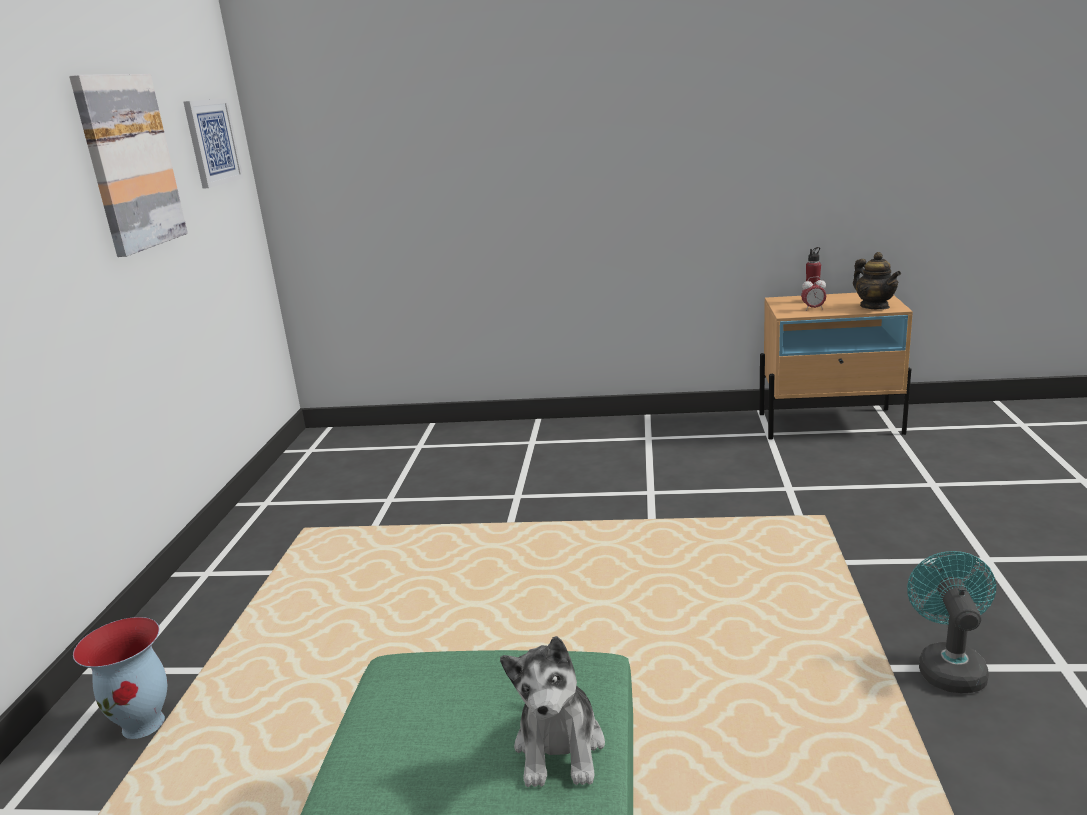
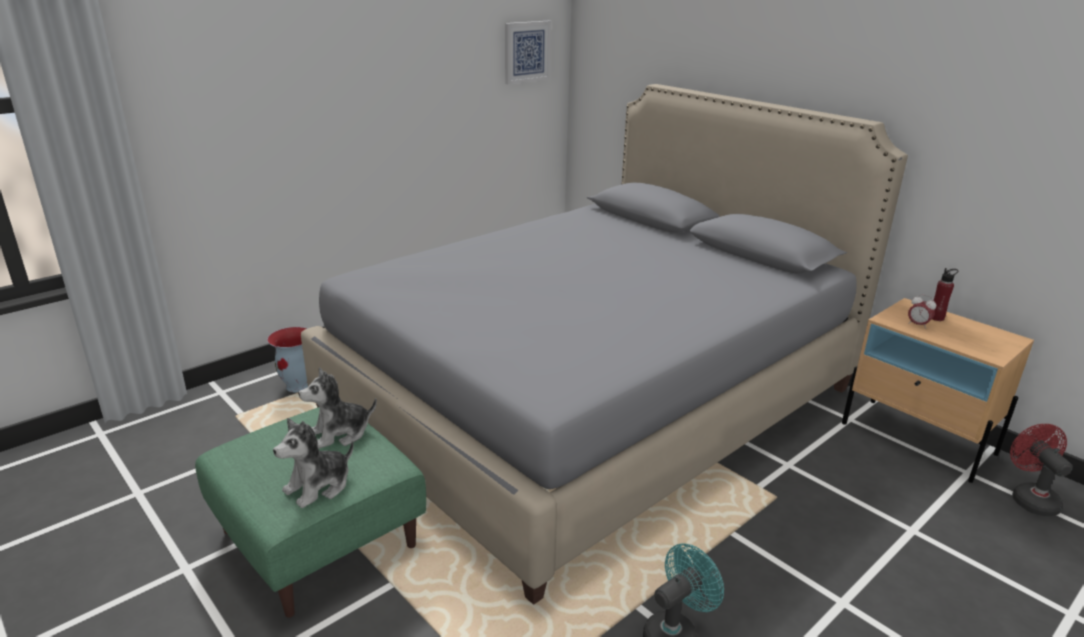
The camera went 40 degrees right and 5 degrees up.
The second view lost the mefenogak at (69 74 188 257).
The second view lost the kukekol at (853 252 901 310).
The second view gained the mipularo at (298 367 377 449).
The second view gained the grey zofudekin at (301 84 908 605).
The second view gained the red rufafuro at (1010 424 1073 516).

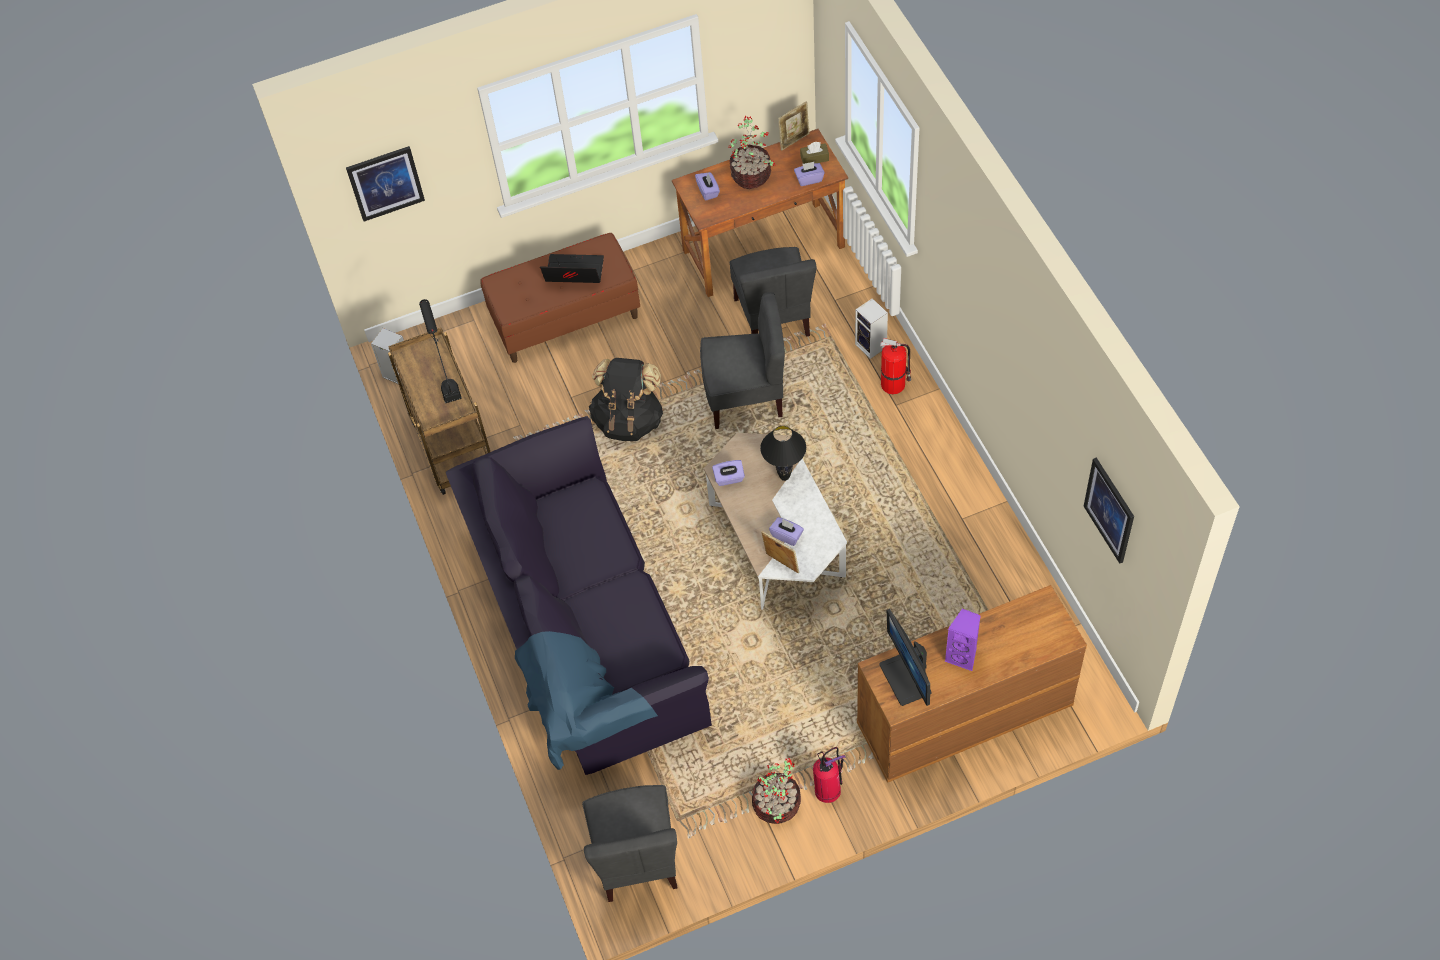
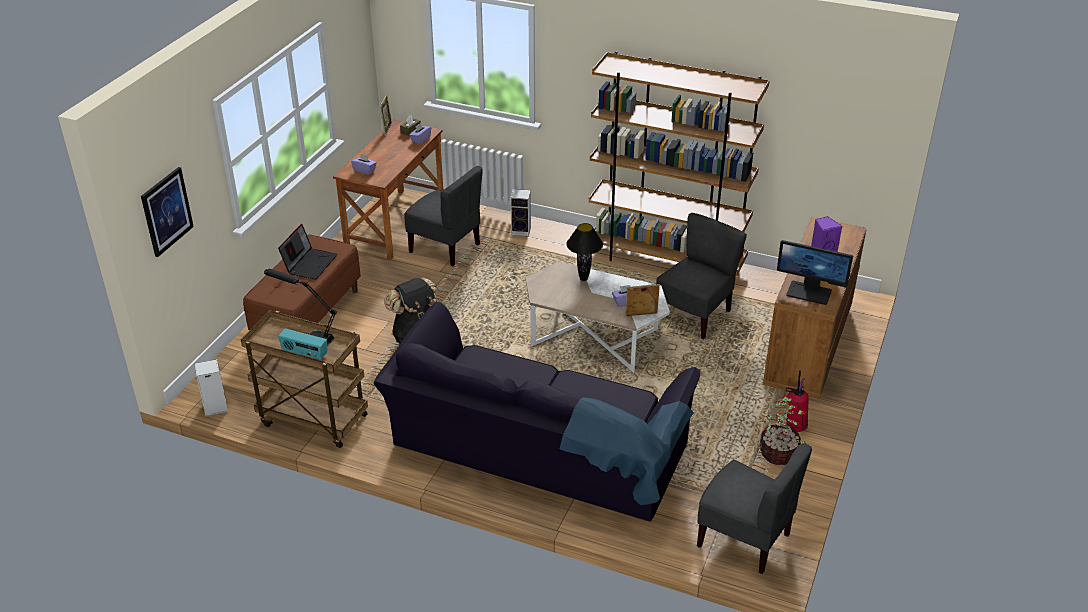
The camera went 50 degrees left and 20 degrees down.
The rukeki at (540 254 604 283) ended up facing another way, 150 degrees clockwise from before.
The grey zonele ended up elsewhere, having gone from (700 292 785 429) to (656 213 747 339).
The second view lost the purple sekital at (712 460 745 486).
The second view lost the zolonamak at (728 116 776 189).
The second view lost the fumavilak at (880 338 912 394).
The second view lost the mefenogak at (1084 458 1134 564).
The second view gained the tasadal at (278 328 327 360).
The second view gained the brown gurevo at (589 51 770 276).

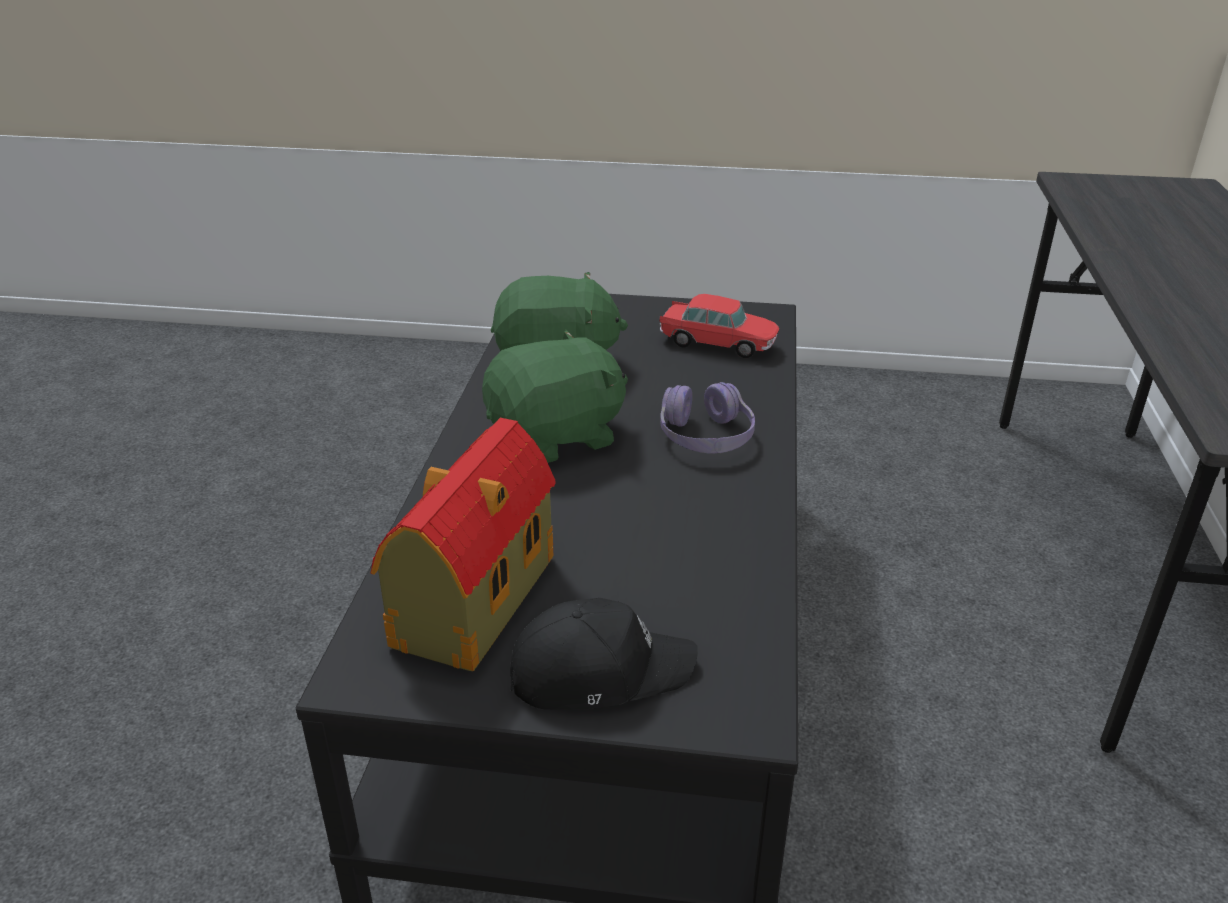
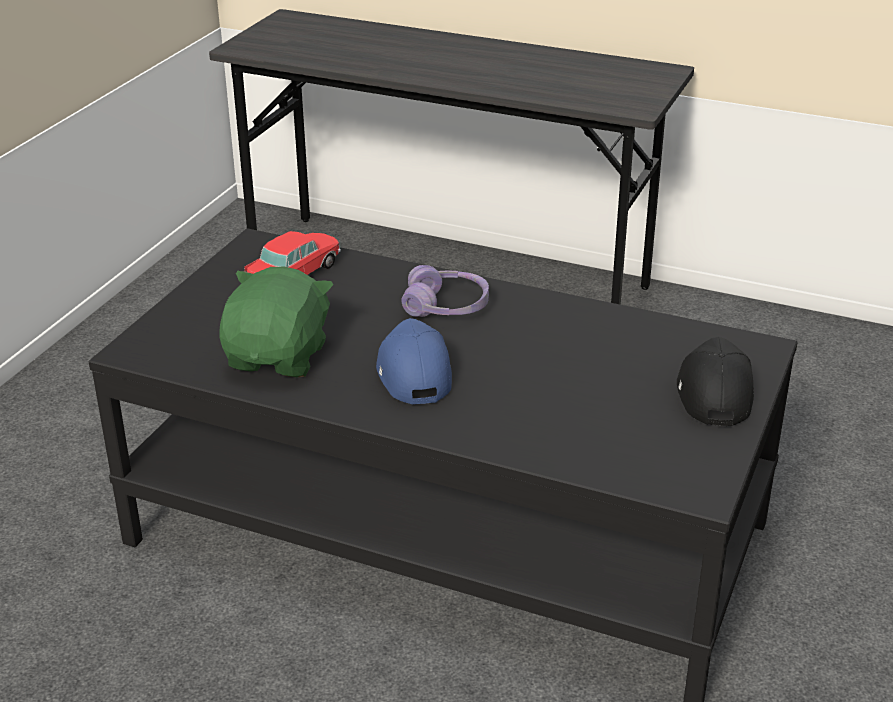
The camera went 75 degrees left and 0 degrees up.
The second view lost the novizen at (371 418 556 671).
Where the green mipularo stood at (482 330 628 463), the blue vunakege came to stand at (376 318 452 404).

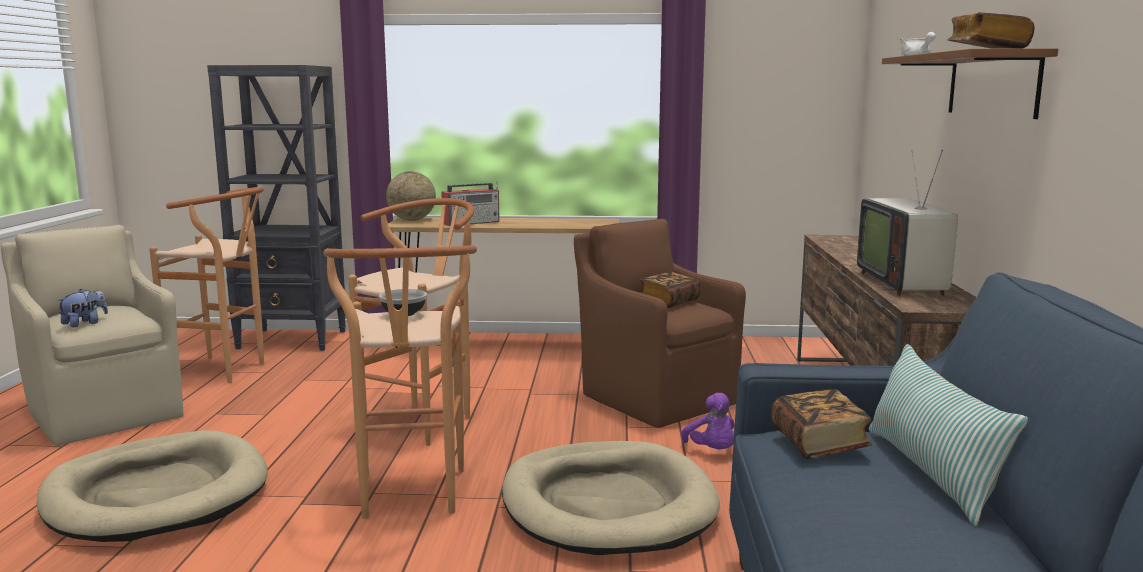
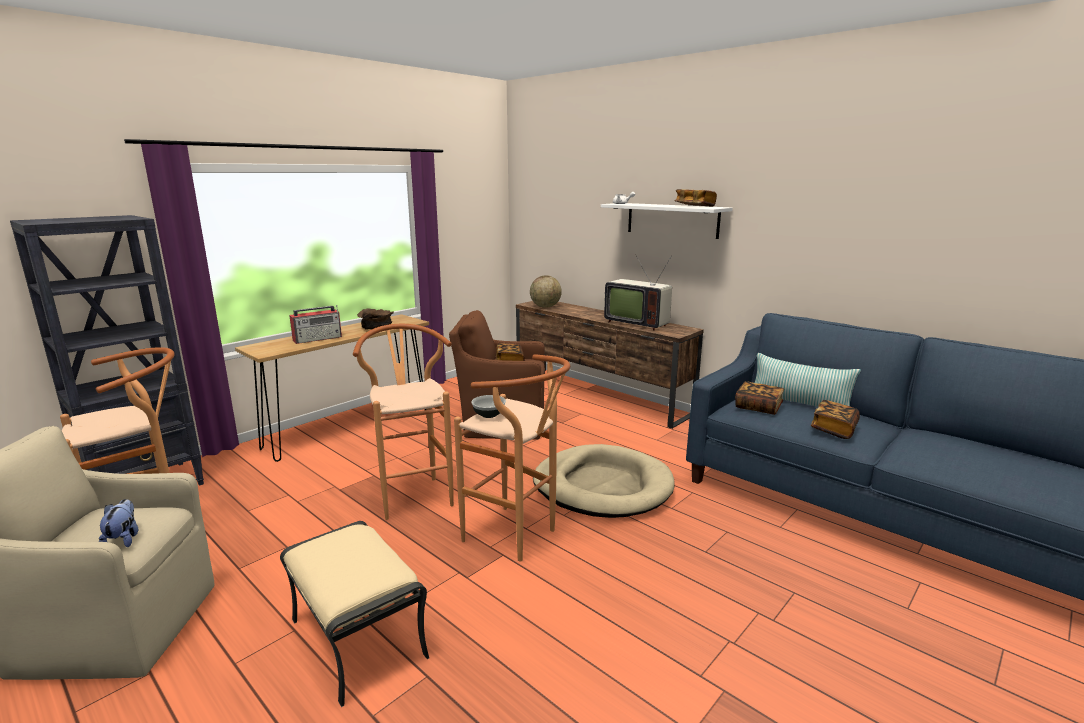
The camera went 50 degrees left and 5 degrees up.
Where the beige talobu stood at (36 430 268 542), the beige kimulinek came to stand at (280 521 429 707).
The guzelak ended up elsewhere, having gone from (386 171 436 221) to (530 275 562 308).
The tasadal at (441 182 500 226) ended up facing another way, 45 degrees clockwise from before.
The second view lost the purple mipularo at (681 393 734 449).
What was the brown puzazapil at (882 48 1058 119) turned into the white puzazapil at (601 203 732 239).
The second view gained the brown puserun at (357 308 394 329).
The second view gained the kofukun at (811 400 860 439).

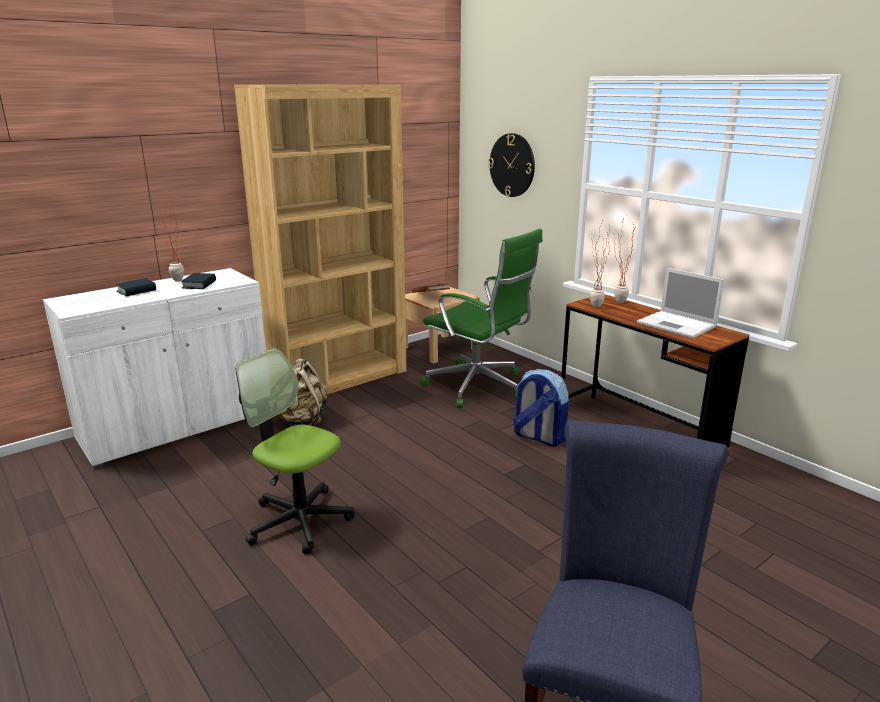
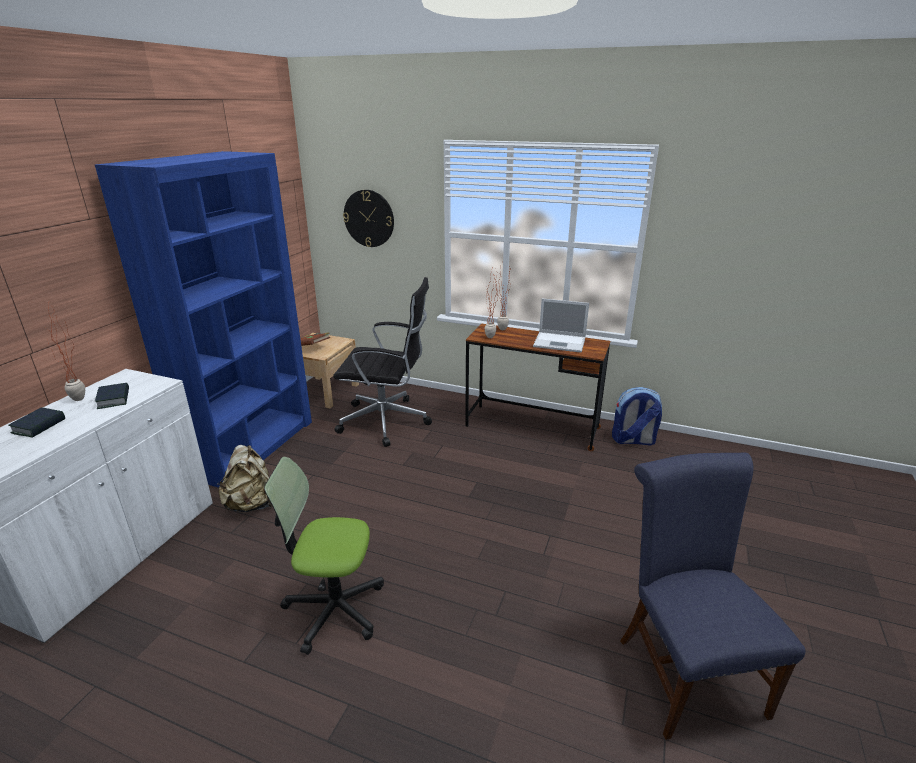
The camera went 30 degrees left and 5 degrees up.
What was the brown gurevo at (234 85 407 394) turned into the blue gurevo at (95 151 312 488).
What was the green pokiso at (420 229 543 408) turned into the black pokiso at (333 277 432 447).
The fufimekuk ended up elsewhere, having gone from (513 369 569 446) to (612 387 662 446).

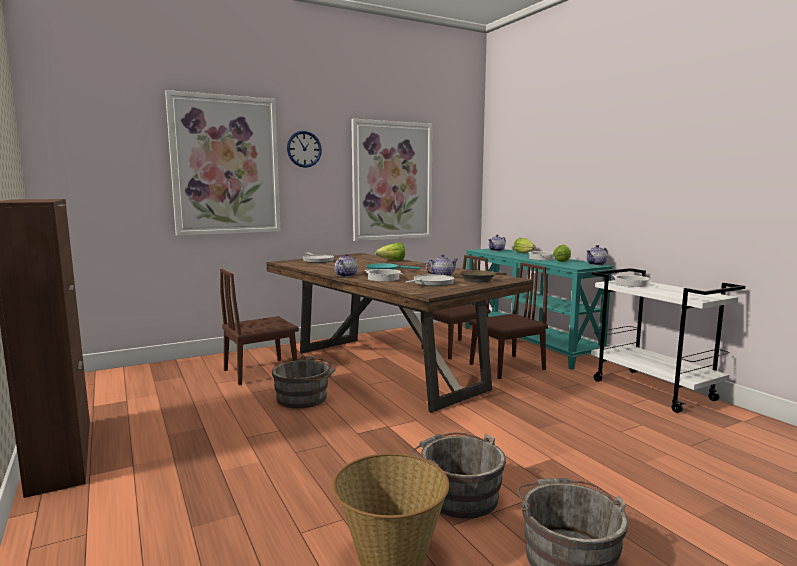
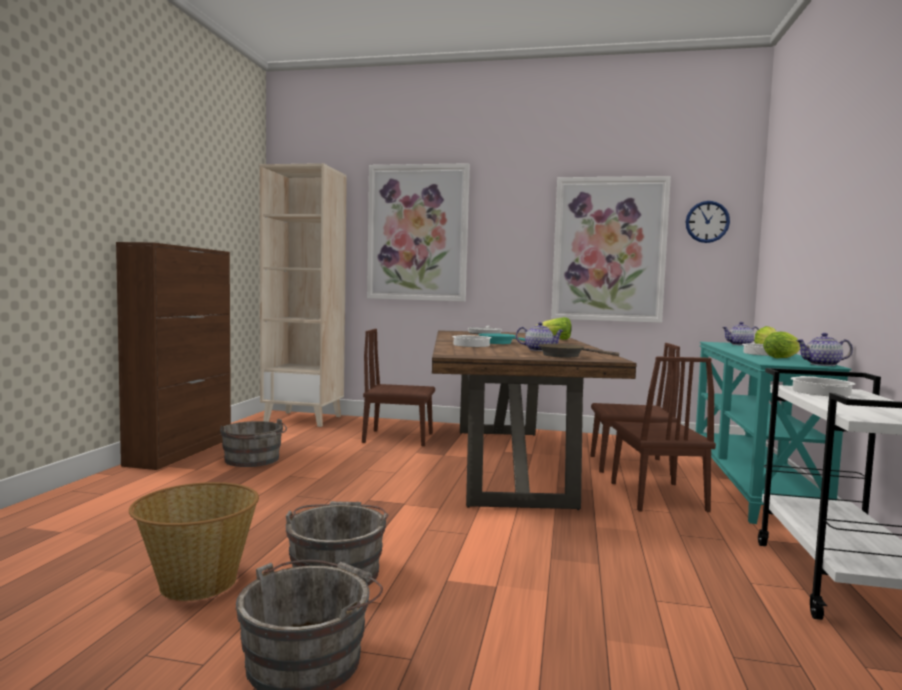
The camera went 40 degrees right and 5 degrees down.
The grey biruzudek ended up elsewhere, having gone from (272 356 336 408) to (220 418 287 467).
The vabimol ended up elsewhere, having gone from (287 131 322 168) to (685 201 730 243).
The second view lost the kukekol at (335 254 358 277).
The second view lost the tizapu at (405 274 454 286).
The brown zonele at (469 263 548 379) ended up facing another way, 75 degrees clockwise from before.
The second view gained the beige gurevo at (260 163 347 427).

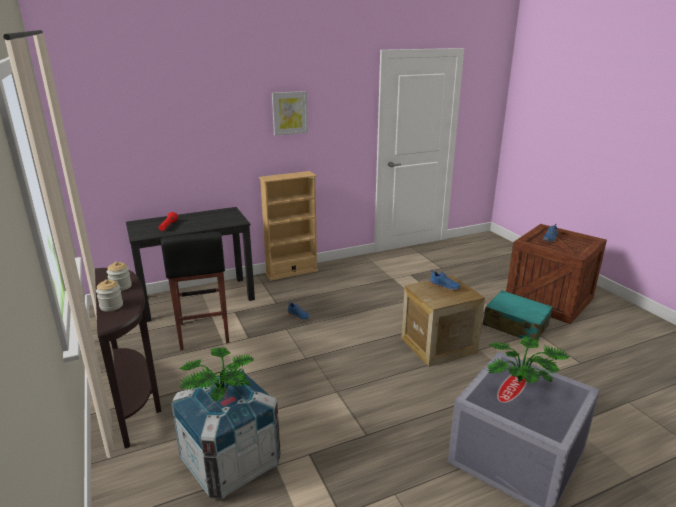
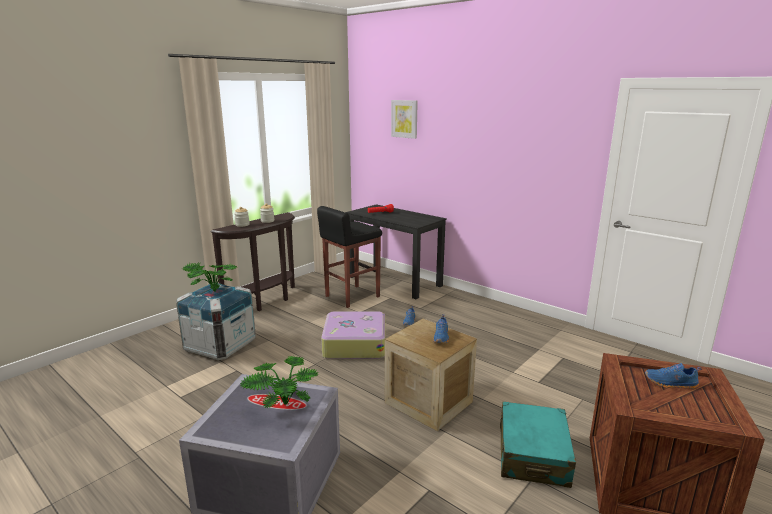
The camera went 65 degrees right and 5 degrees down.
The second view lost the beige gurevo at (259 171 318 281).
The mefenogak ended up elsewhere, having gone from (272 91 308 136) to (391 100 418 139).
The second view gained the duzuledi at (321 311 385 359).

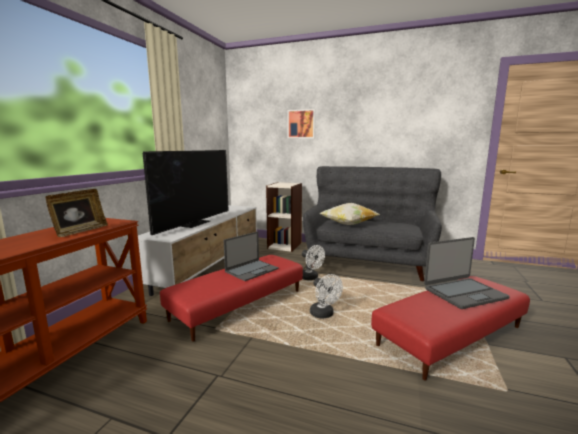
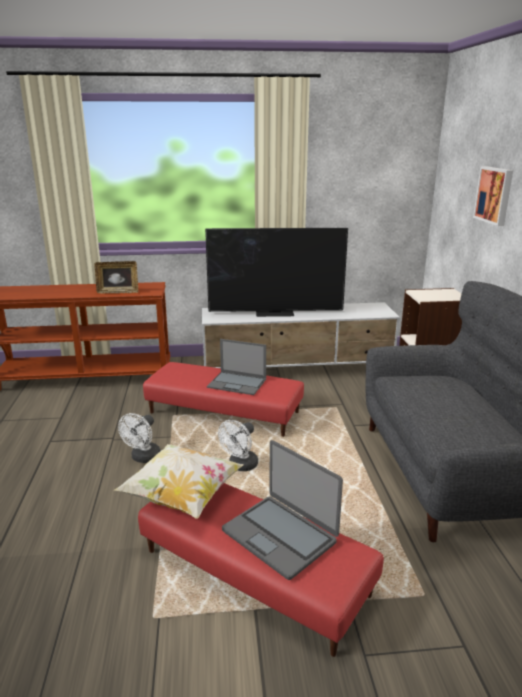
The camera went 65 degrees right and 10 degrees up.
The white rufafuro ended up elsewhere, having gone from (302 245 325 280) to (118 413 160 463).
The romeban ended up elsewhere, having gone from (319 203 380 225) to (115 444 244 519).

